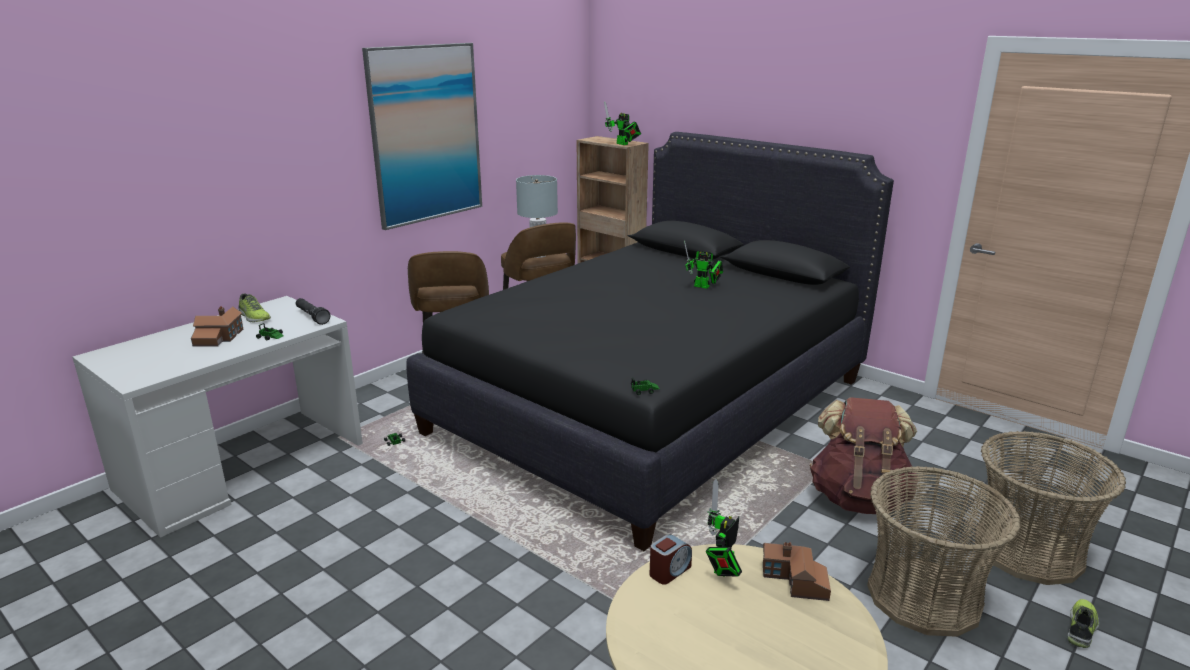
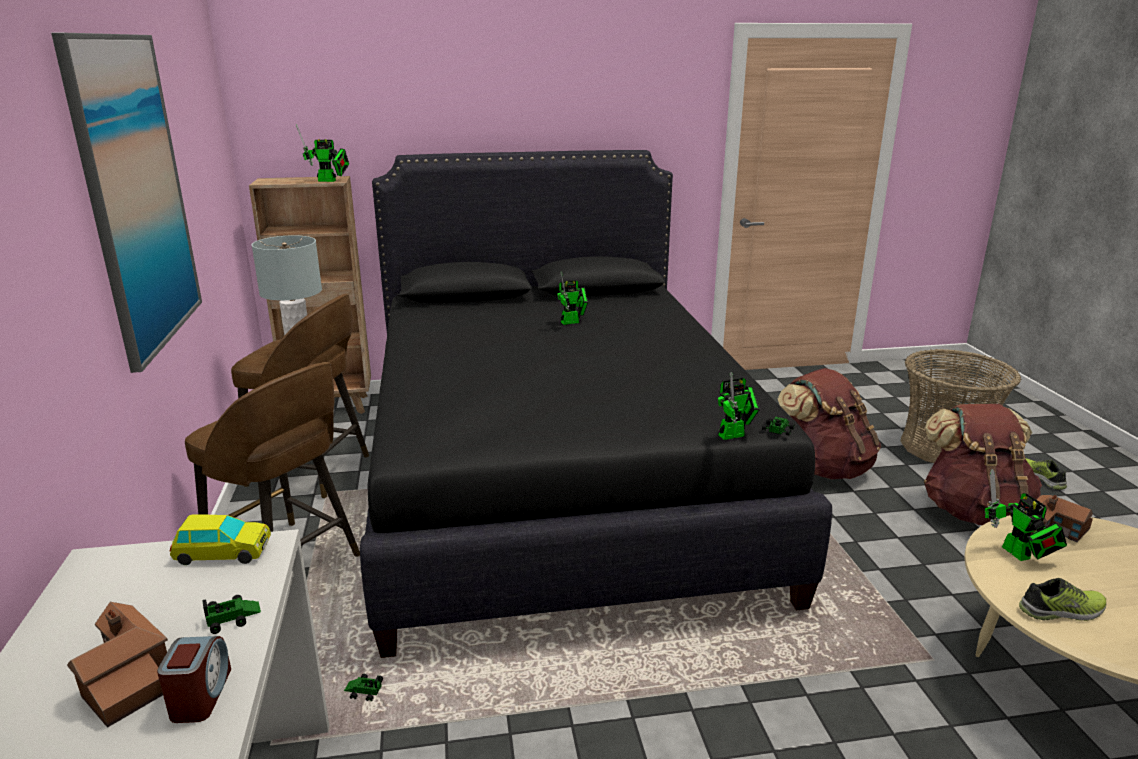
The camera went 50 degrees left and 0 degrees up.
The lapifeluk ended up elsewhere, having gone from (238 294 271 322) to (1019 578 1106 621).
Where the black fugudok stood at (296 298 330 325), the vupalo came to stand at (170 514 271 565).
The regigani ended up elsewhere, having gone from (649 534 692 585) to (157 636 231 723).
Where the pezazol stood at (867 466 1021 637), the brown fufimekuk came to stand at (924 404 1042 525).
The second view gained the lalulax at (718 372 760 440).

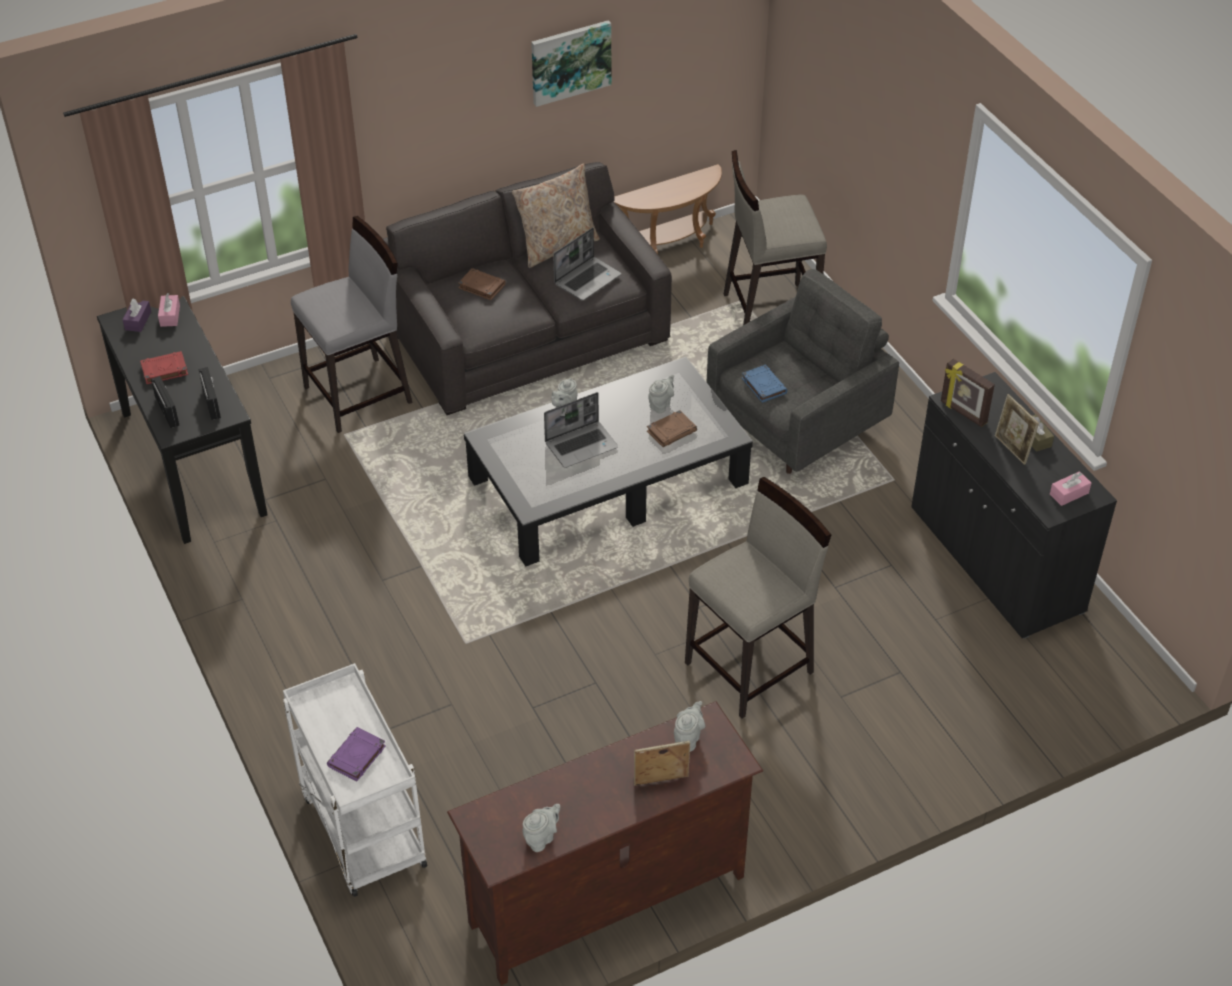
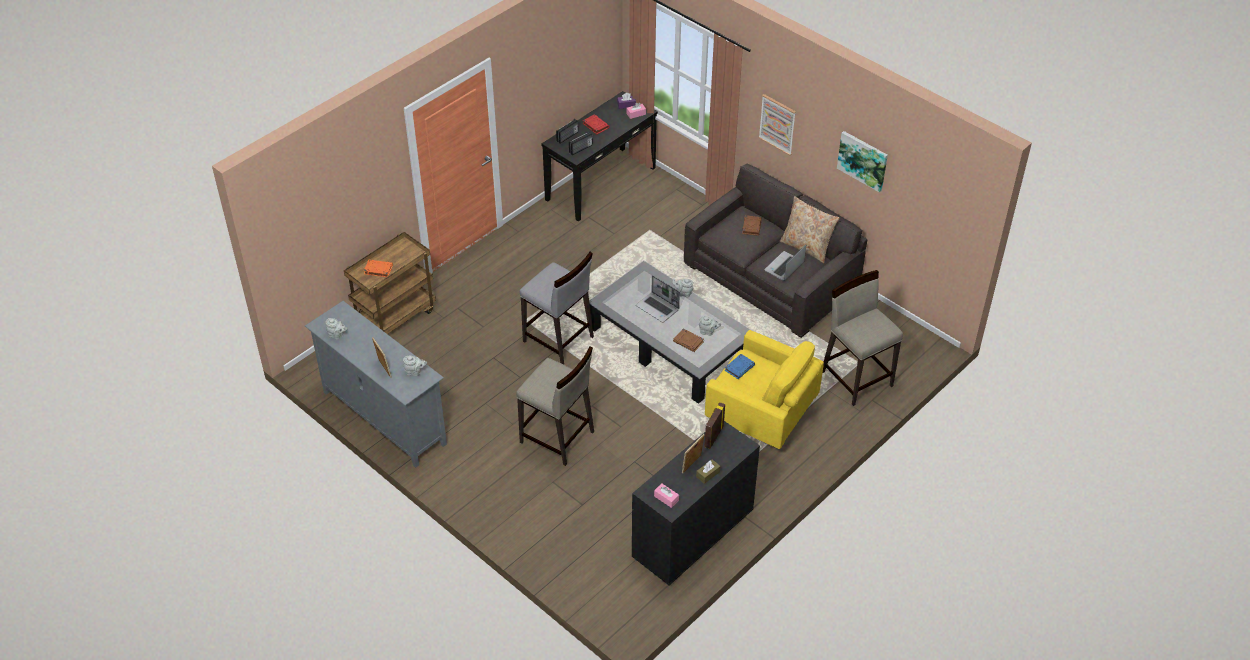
The camera went 70 degrees right and 0 degrees up.
What was the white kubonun at (283 663 427 897) turned into the brown kubonun at (344 232 436 334).
The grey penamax ended up elsewhere, having gone from (291 216 413 433) to (520 252 594 365).
What was the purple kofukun at (327 727 386 781) turned into the orange kofukun at (364 260 393 277).
What was the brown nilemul at (447 701 763 986) turned into the grey nilemul at (305 301 447 468).
The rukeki at (553 227 621 300) ended up facing another way, 105 degrees clockwise from before.
The second view lost the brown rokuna at (614 164 722 254).
What was the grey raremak at (707 269 899 474) turned into the yellow raremak at (705 330 824 449).
The second view gained the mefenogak at (758 94 796 156).

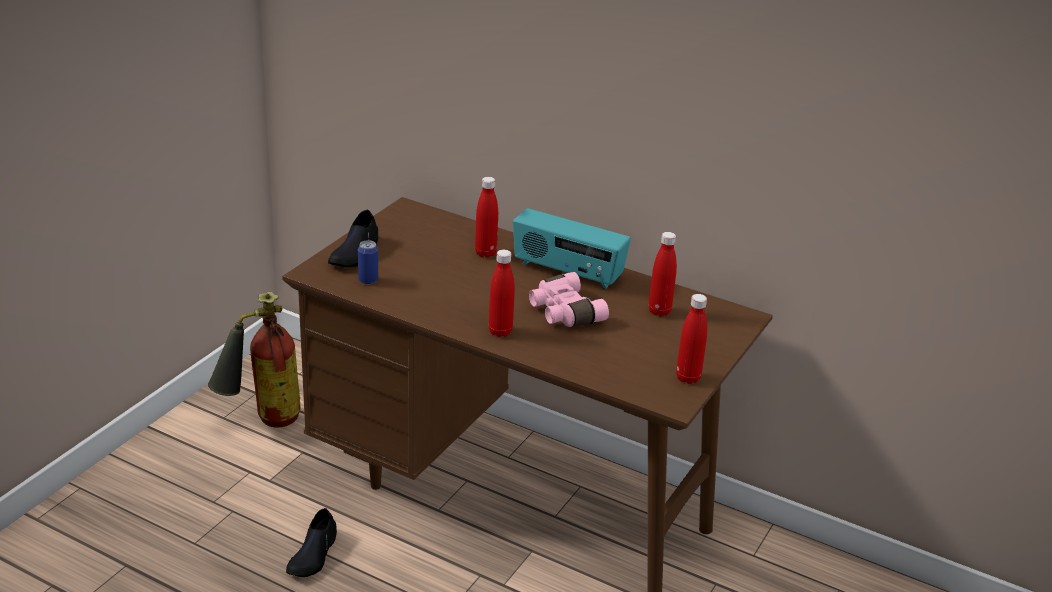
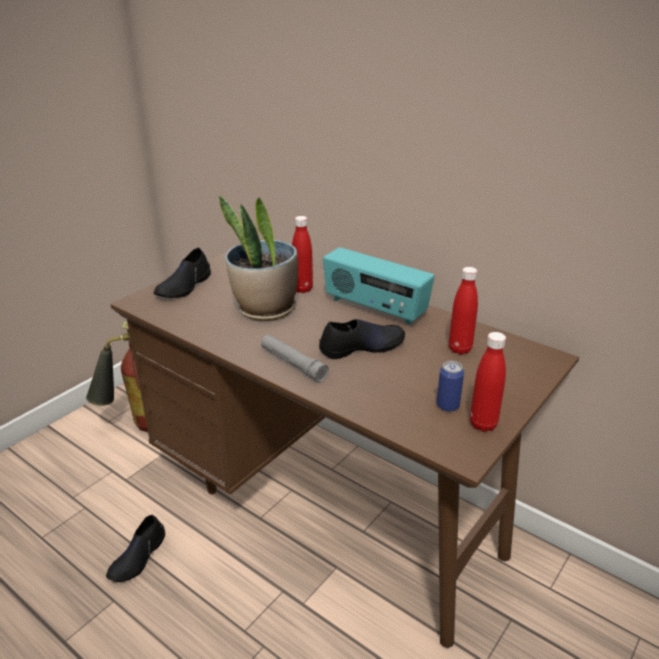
The camera went 10 degrees right and 0 degrees up.
The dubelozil ended up elsewhere, having gone from (358 240 378 284) to (437 361 464 412).
Where the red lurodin stood at (488 250 515 337), the grey fugudok came to stand at (261 335 329 382).
Where the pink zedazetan stood at (529 272 609 327), the black lapifeluk came to stand at (319 319 405 359).
The second view gained the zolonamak at (219 195 298 321).

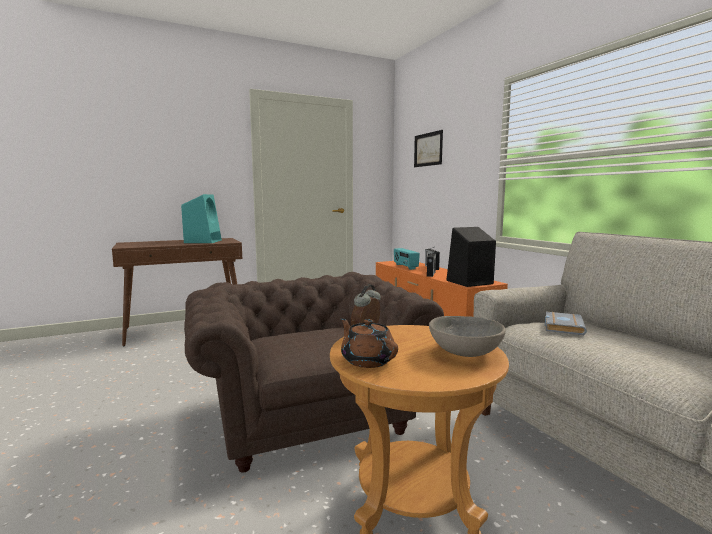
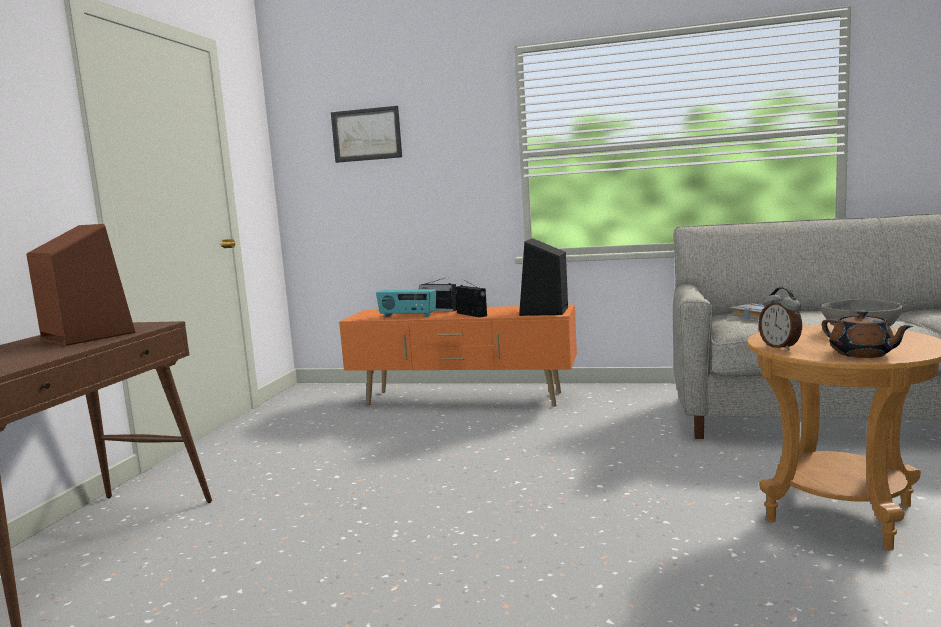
The camera went 50 degrees left and 0 degrees up.
What was the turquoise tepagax at (181 194 222 243) turned into the brown tepagax at (27 224 135 346).
The second view lost the brown raremak at (184 272 444 472).
The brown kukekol at (340 318 398 368) ended up facing another way, 120 degrees counterclockwise from before.

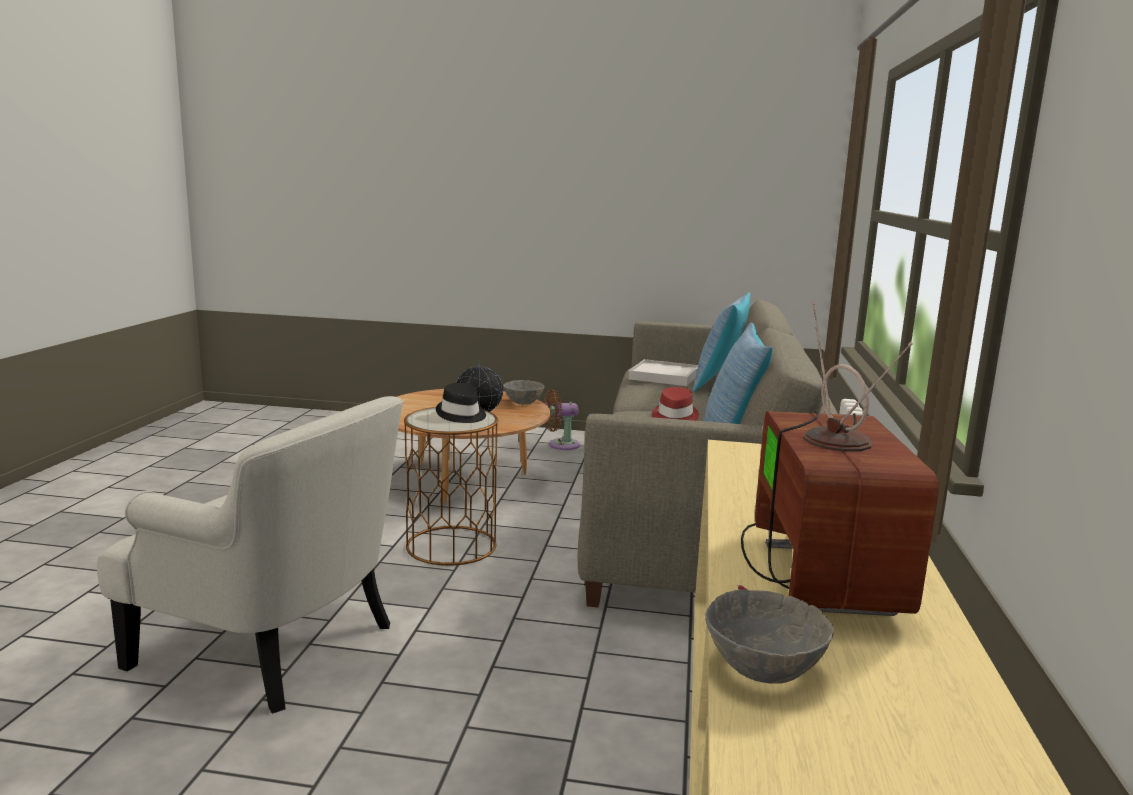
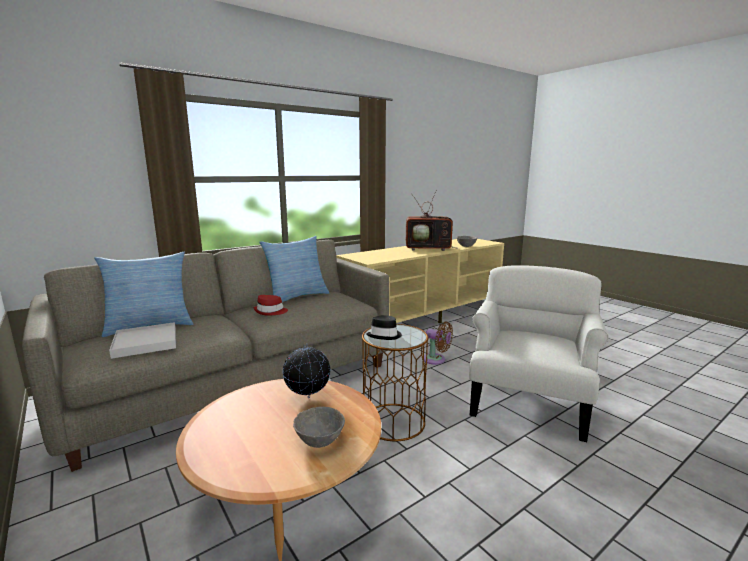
The camera went 135 degrees left and 0 degrees up.
The white raremak at (97 396 404 714) ended up facing another way, 45 degrees clockwise from before.
The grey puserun ended up elsewhere, having gone from (503 380 545 405) to (293 407 345 448).
The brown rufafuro ended up elsewhere, having gone from (544 390 580 450) to (424 321 453 365).
The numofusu at (737 301 939 616) ended up facing another way, 135 degrees counterclockwise from before.

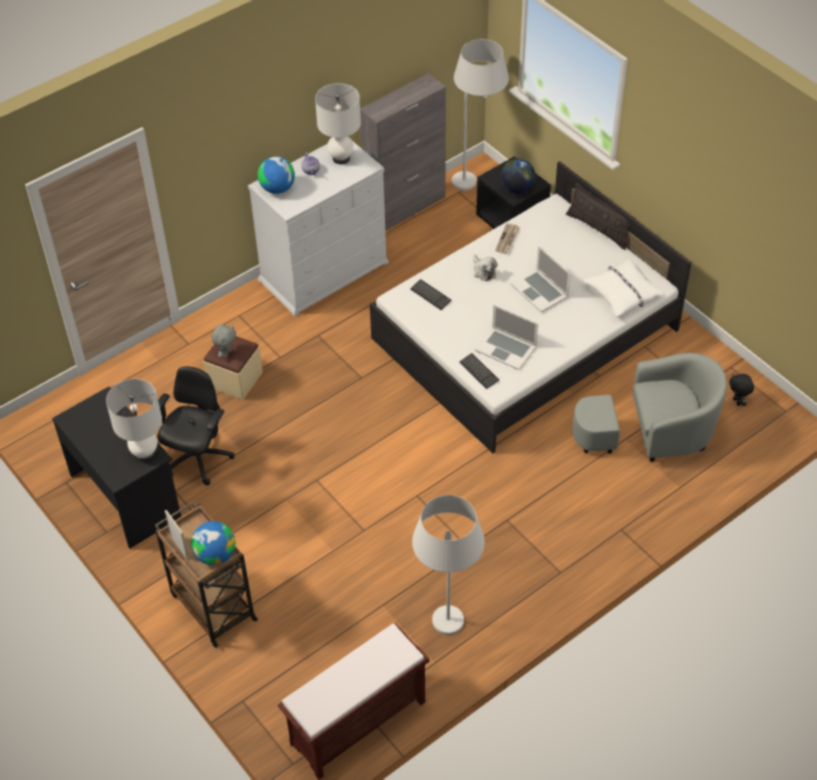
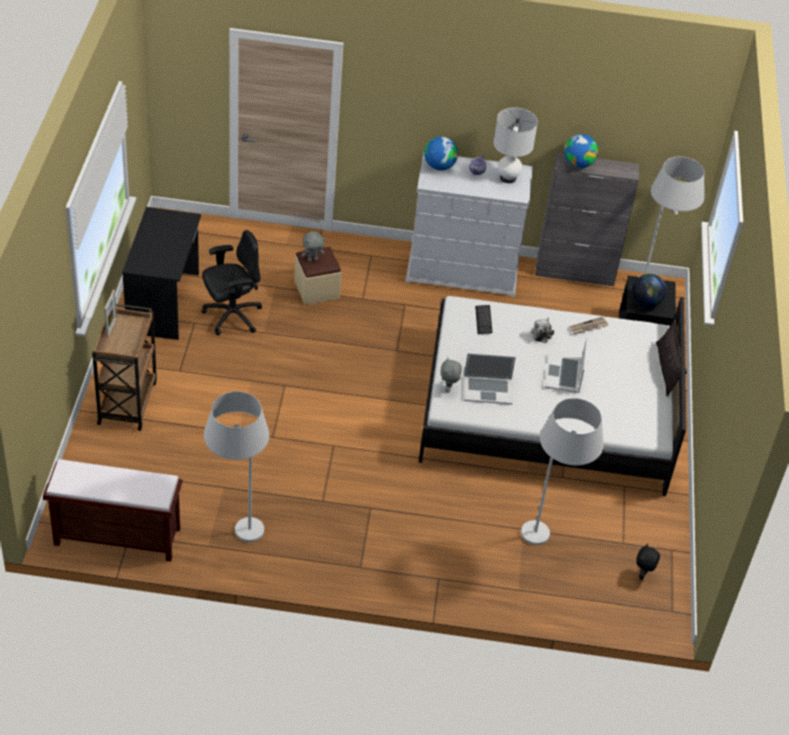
The camera went 40 degrees right and 5 degrees down.
The second view lost the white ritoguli at (106 379 162 461).
The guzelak ended up elsewhere, having gone from (191 521 236 565) to (564 134 598 168).
Where the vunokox stood at (459 353 499 389), the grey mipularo came to stand at (440 358 462 393).
The rukeki at (475 305 538 370) ended up facing another way, 75 degrees counterclockwise from before.
Where the grey raremak stood at (572 353 727 462), the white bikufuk came to stand at (521 398 604 545).
The second view lost the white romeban at (583 259 664 317).

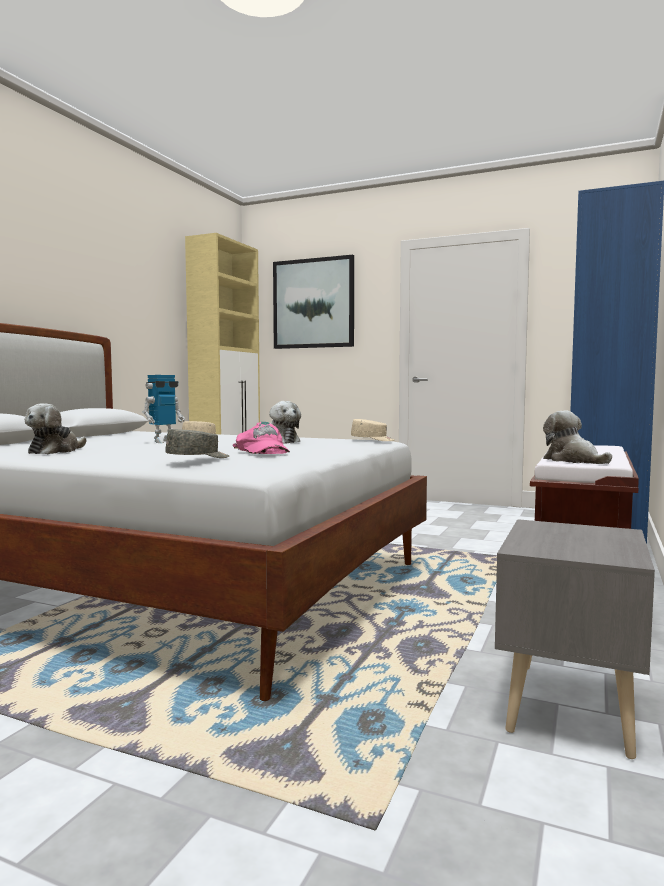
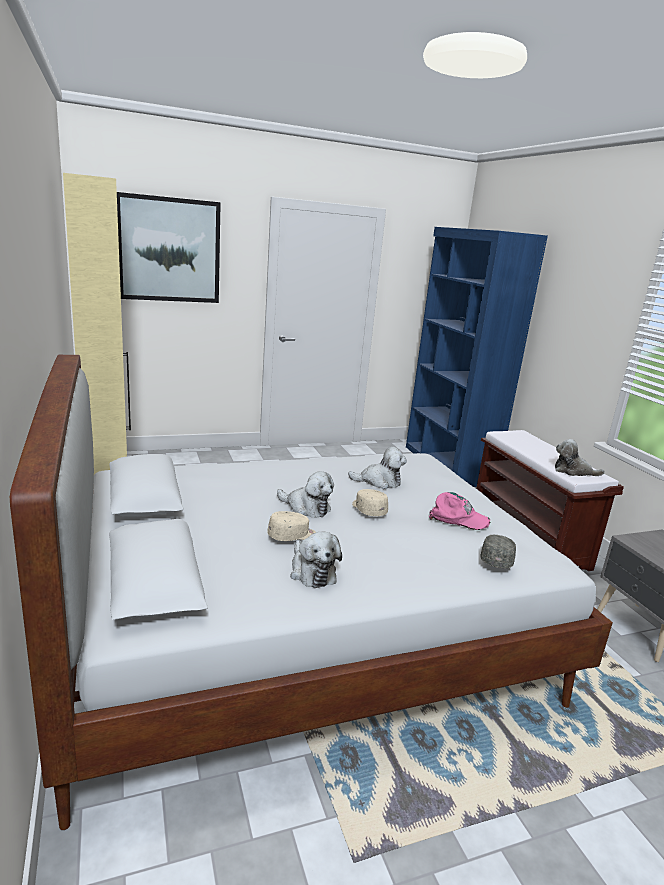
The camera went 45 degrees left and 15 degrees up.
Where the lalulax stood at (143 375 185 443), the mipularo came to stand at (277 471 334 518).
The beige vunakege ended up elsewhere, having gone from (351 419 394 441) to (267 511 316 541).

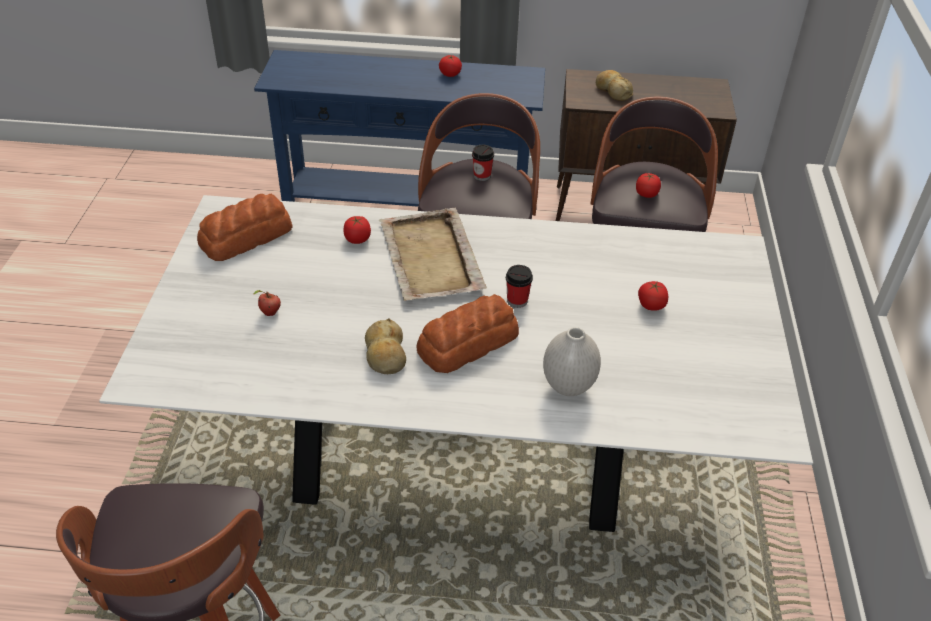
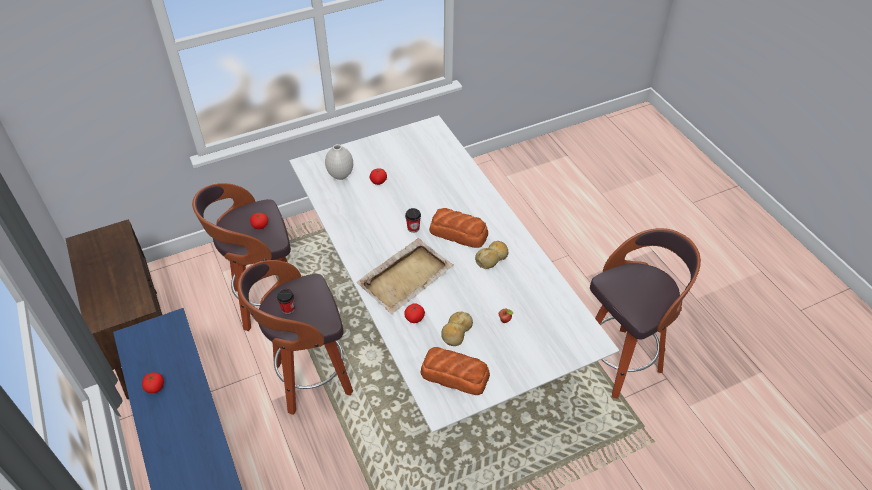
The camera went 120 degrees left and 5 degrees up.
The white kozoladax ended up elsewhere, having gone from (543 327 601 396) to (325 144 353 180).
The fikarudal ended up elsewhere, having gone from (596 70 633 101) to (441 312 473 346).

